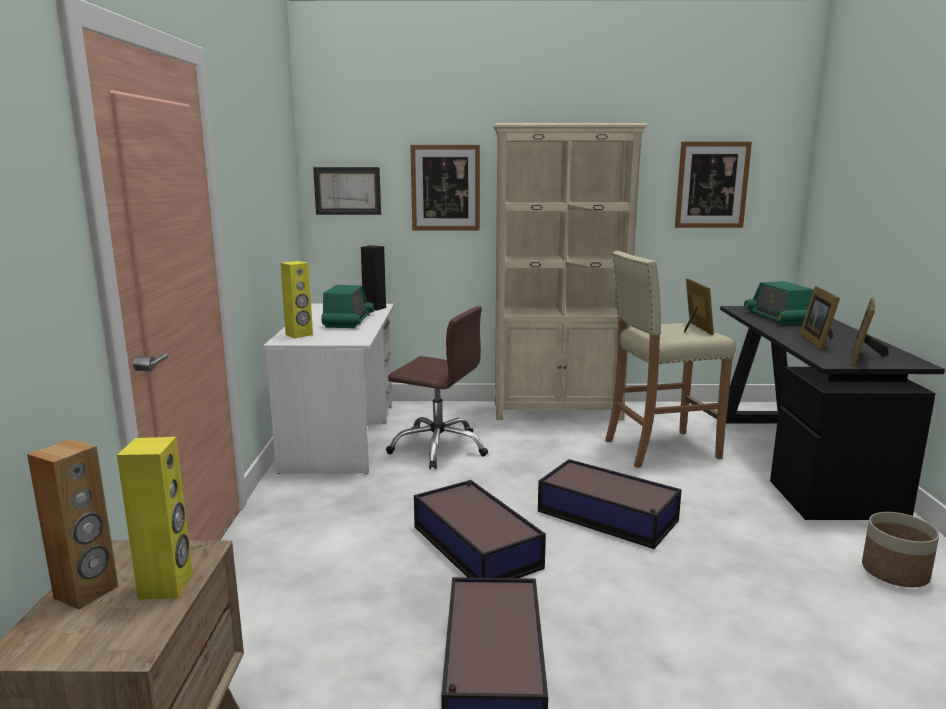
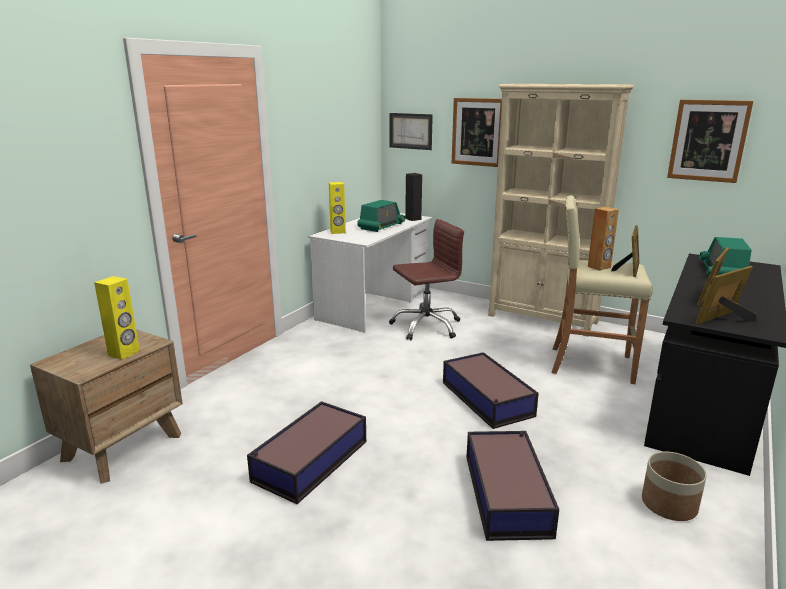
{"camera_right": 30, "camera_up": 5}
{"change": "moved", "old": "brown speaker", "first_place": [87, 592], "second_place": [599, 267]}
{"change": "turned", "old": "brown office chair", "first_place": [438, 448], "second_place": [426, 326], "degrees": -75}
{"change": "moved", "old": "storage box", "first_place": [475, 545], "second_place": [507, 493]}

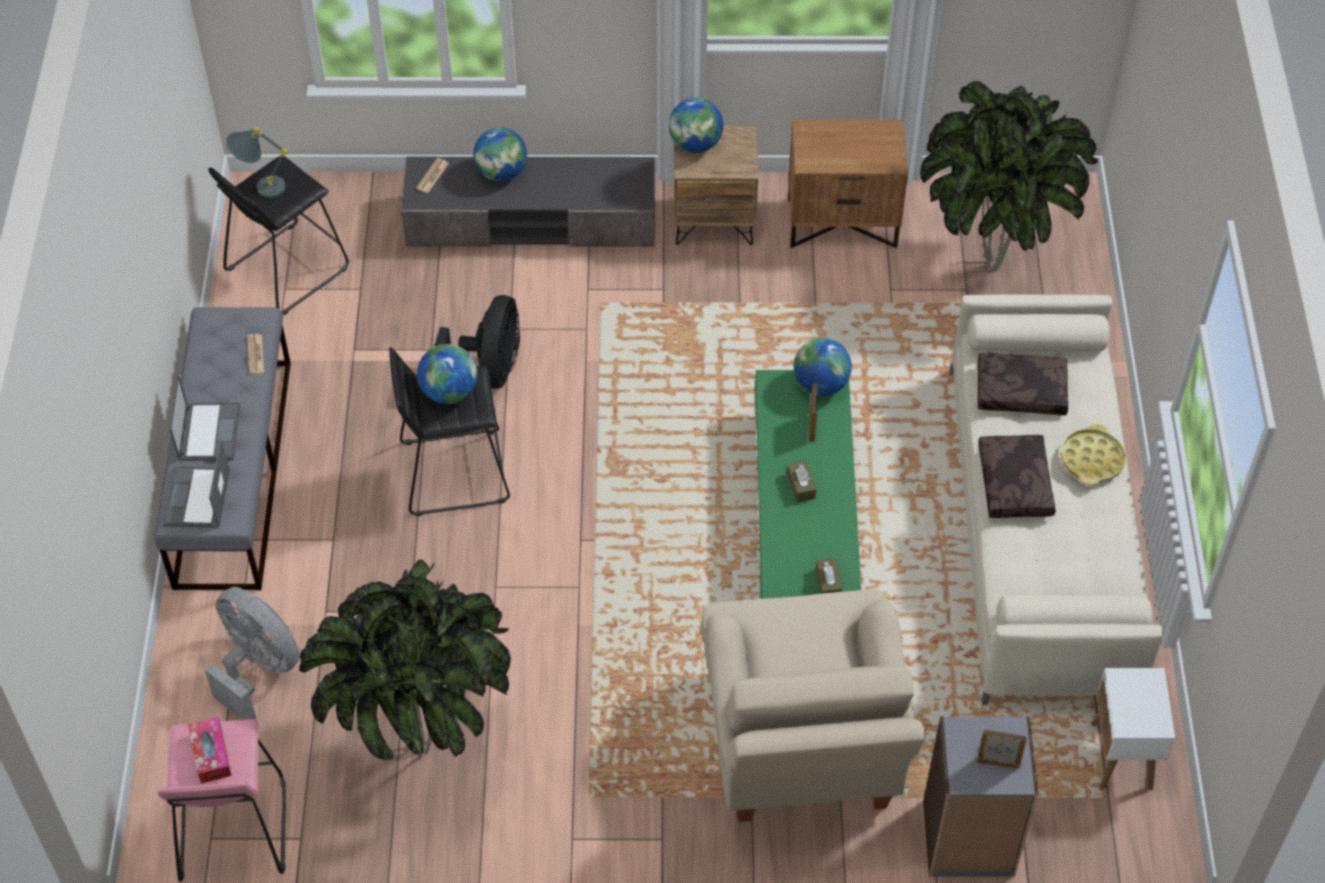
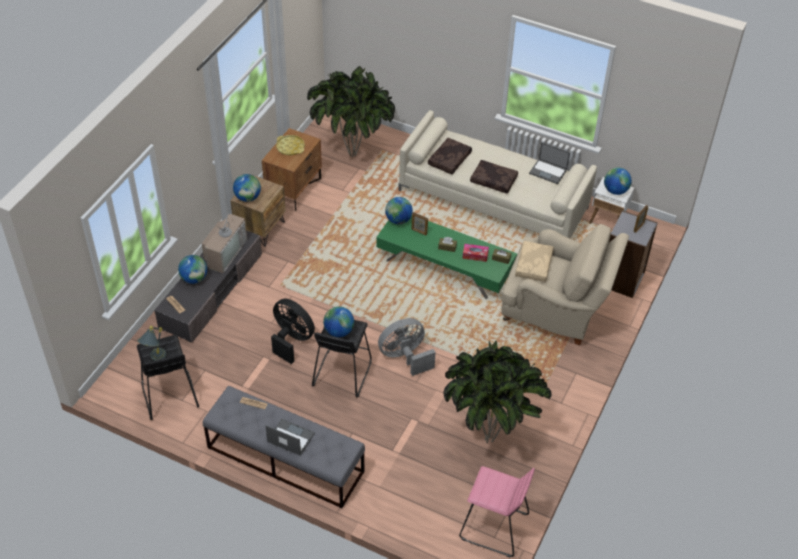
{"camera_right": -65, "camera_up": -5}
{"change": "moved", "old": "laptop", "first_place": [197, 498], "second_place": [548, 171]}
{"change": "moved", "old": "tissue box", "first_place": [211, 754], "second_place": [475, 255]}
{"change": "moved", "old": "grey fan", "first_place": [258, 668], "second_place": [405, 357]}
{"change": "moved", "old": "yellow tray", "first_place": [1092, 459], "second_place": [290, 147]}
{"change": "added", "new": "television", "second_place": [224, 252]}
{"change": "added", "new": "beige pillow", "second_place": [534, 265]}
{"change": "added", "new": "globe", "second_place": [615, 191]}

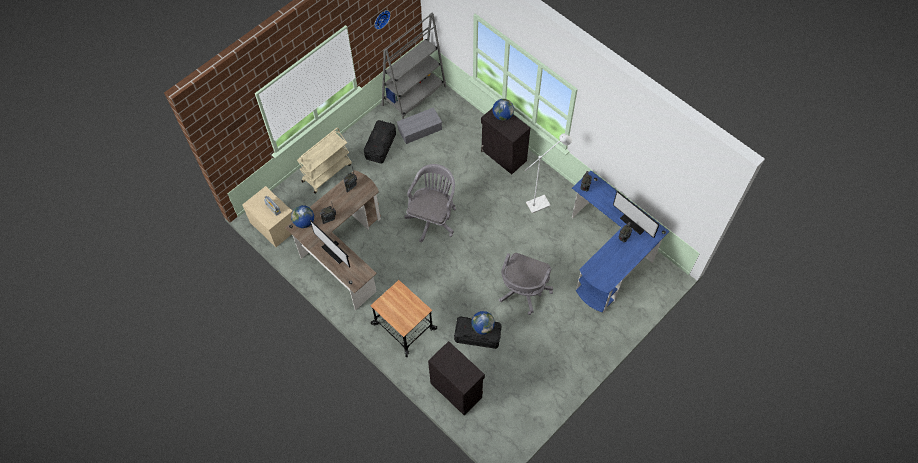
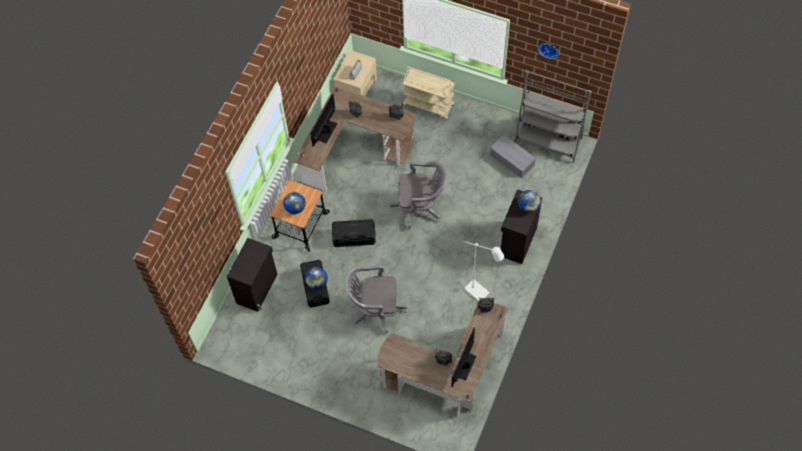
{"camera_right": 70, "camera_up": 0}
{"change": "moved", "old": "globe", "first_place": [304, 222], "second_place": [295, 208]}
{"change": "moved", "old": "black storage box", "first_place": [380, 146], "second_place": [354, 237]}
{"change": "recoloured", "old": "blue desk", "new": "brown desk", "first_place": [610, 256], "second_place": [447, 374]}

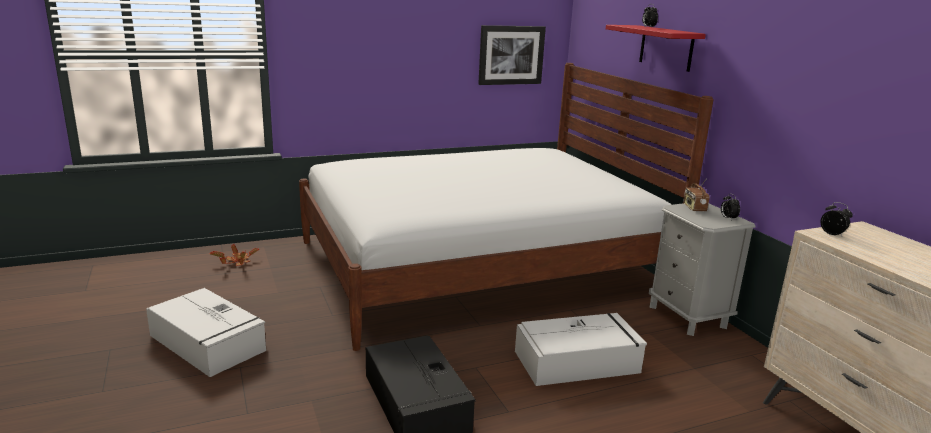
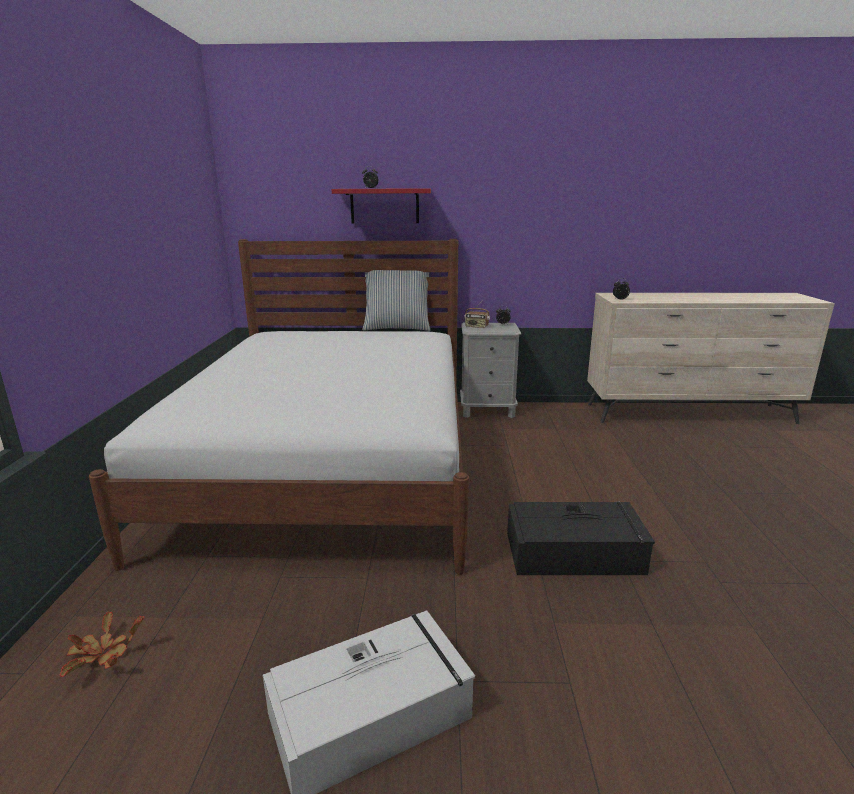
{"camera_right": -65, "camera_up": 0}
{"change": "removed", "old": "picture", "first_place": [511, 55]}
{"change": "removed", "old": "grey storage box", "first_place": [578, 361]}
{"change": "added", "new": "pillow", "second_place": [397, 328]}

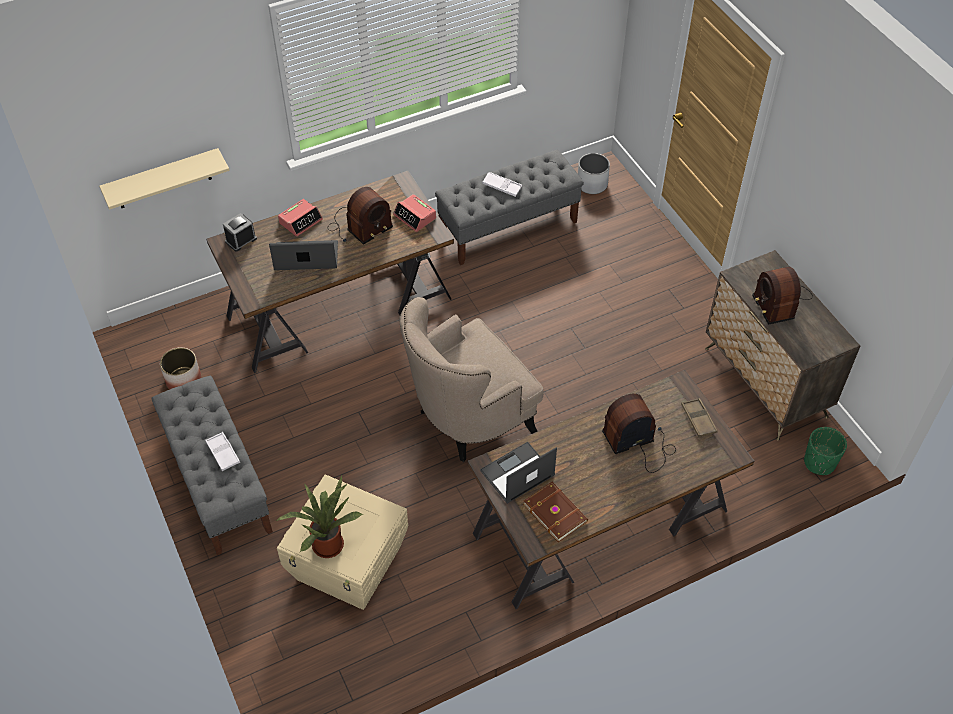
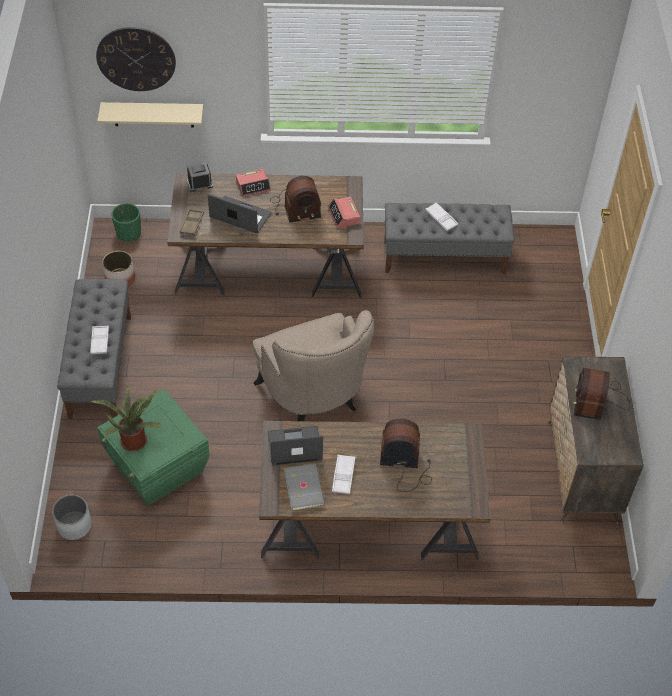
{"camera_right": 25, "camera_up": 0}
{"change": "recoloured", "old": "beige storage box", "new": "green storage box", "first_place": [349, 564], "second_place": [157, 468]}
{"change": "turned", "old": "beige armchair", "first_place": [468, 420], "second_place": [314, 398], "degrees": -105}
{"change": "recoloured", "old": "brown book", "new": "grey book", "first_place": [555, 512], "second_place": [304, 488]}
{"change": "moved", "old": "white planter", "first_place": [591, 184], "second_place": [74, 525]}
{"change": "moved", "old": "brown tray", "first_place": [698, 419], "second_place": [192, 224]}
{"change": "moved", "old": "green planter", "first_place": [819, 462], "second_place": [128, 233]}
{"change": "added", "new": "wall clock", "second_place": [136, 59]}
{"change": "added", "new": "white tray", "second_place": [343, 476]}

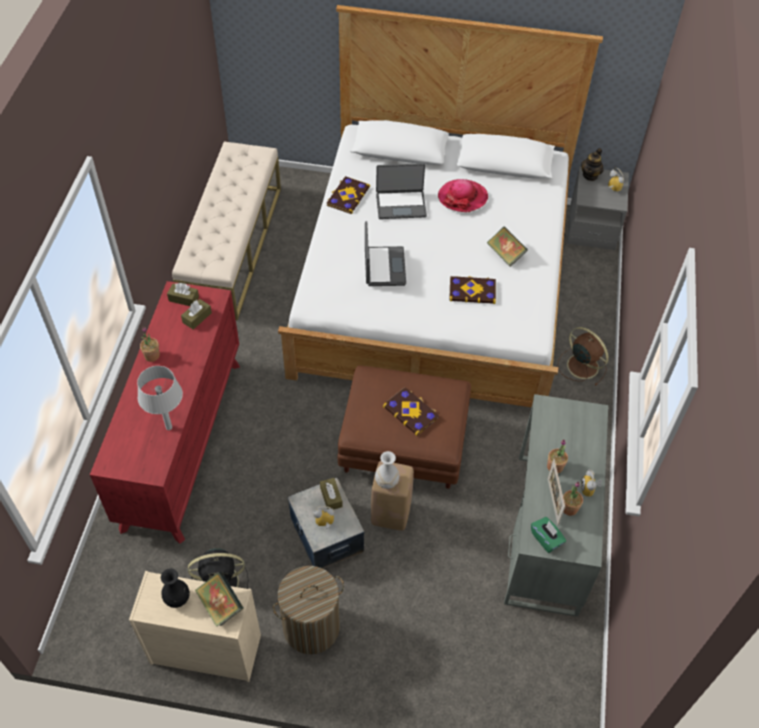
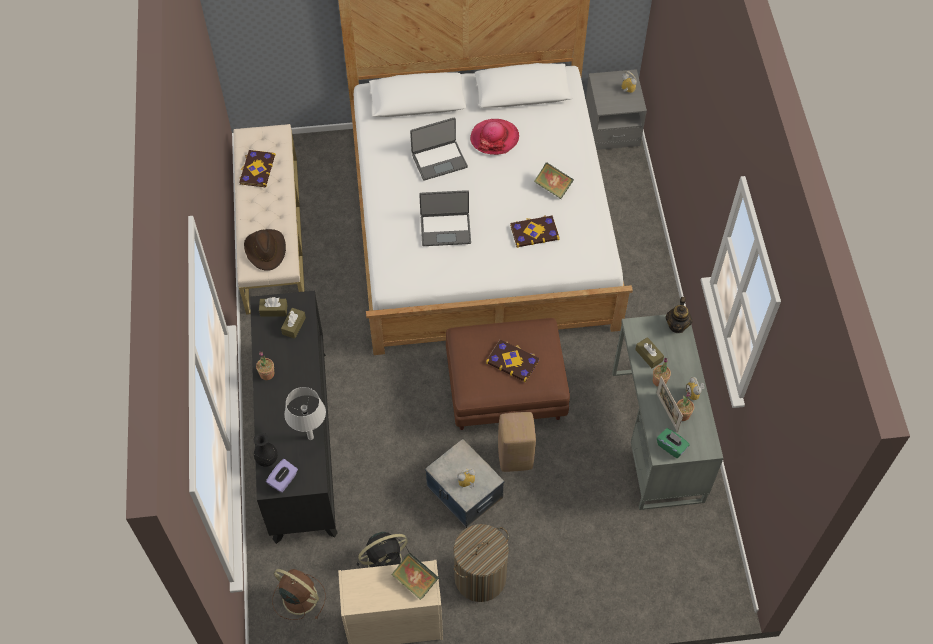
{"camera_right": -15, "camera_up": 5}
{"change": "recoloured", "old": "red dresser", "new": "black dresser", "first_place": [182, 442], "second_place": [299, 442]}
{"change": "moved", "old": "black vase", "first_place": [177, 599], "second_place": [267, 459]}
{"change": "moved", "old": "brown tissue box", "first_place": [331, 497], "second_place": [648, 355]}
{"change": "moved", "old": "book", "first_place": [347, 196], "second_place": [257, 169]}
{"change": "turned", "old": "laptop", "first_place": [383, 267], "second_place": [445, 229], "degrees": 105}
{"change": "removed", "old": "white vase", "first_place": [386, 482]}
{"change": "moved", "old": "brown fan", "first_place": [581, 365], "second_place": [298, 597]}
{"change": "moved", "old": "teapot", "first_place": [590, 175], "second_place": [677, 325]}
{"change": "added", "new": "brown hat", "second_place": [266, 250]}
{"change": "added", "new": "purple tissue box", "second_place": [283, 480]}

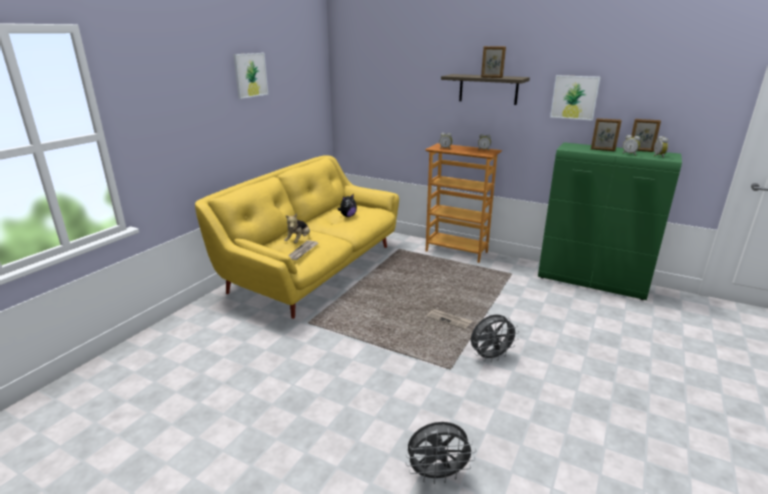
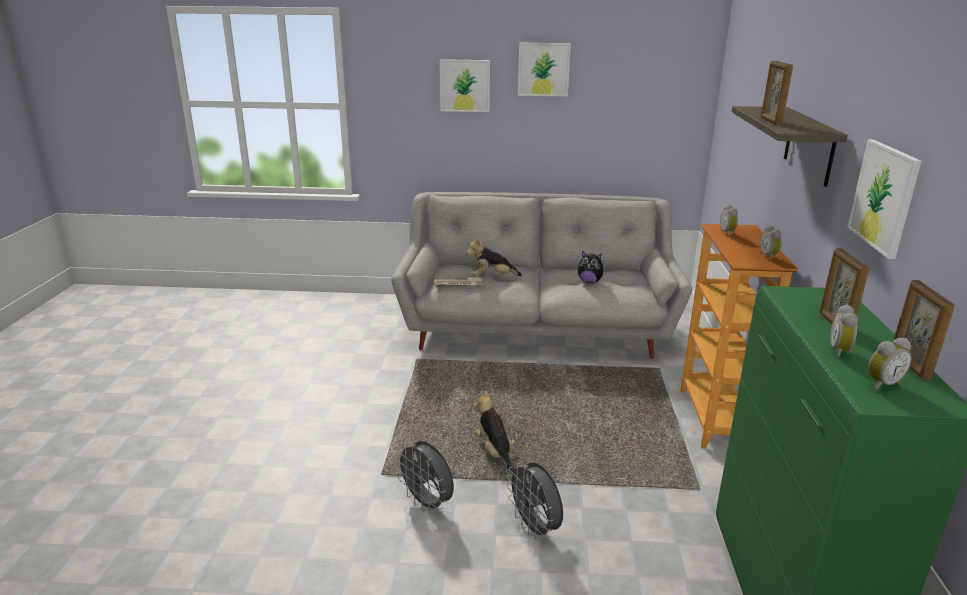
{"camera_right": 65, "camera_up": 0}
{"change": "recoloured", "old": "yellow sofa", "new": "grey sofa", "first_place": [314, 268], "second_place": [536, 329]}
{"change": "moved", "old": "grey fan", "first_place": [437, 475], "second_place": [535, 528]}
{"change": "replaced", "old": "newspaper", "new": "plush toy", "first_place": [449, 320], "second_place": [495, 452]}
{"change": "added", "new": "picture", "second_place": [465, 85]}

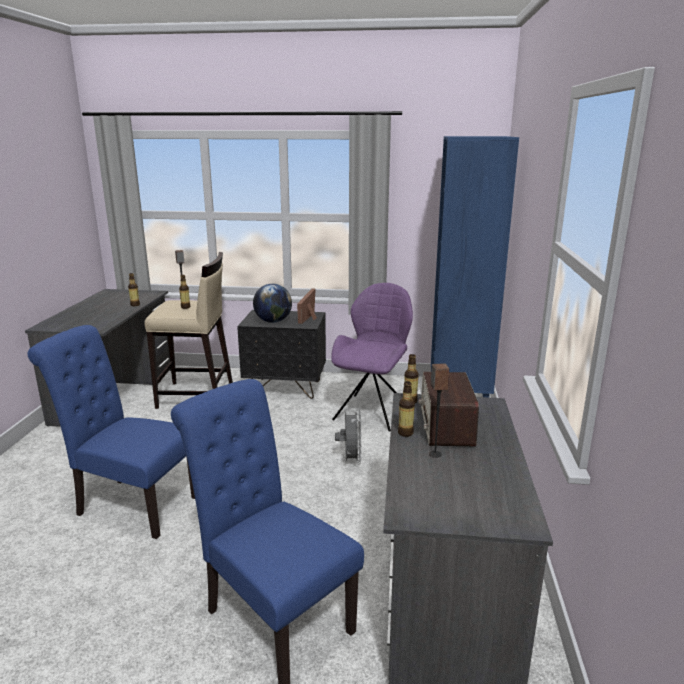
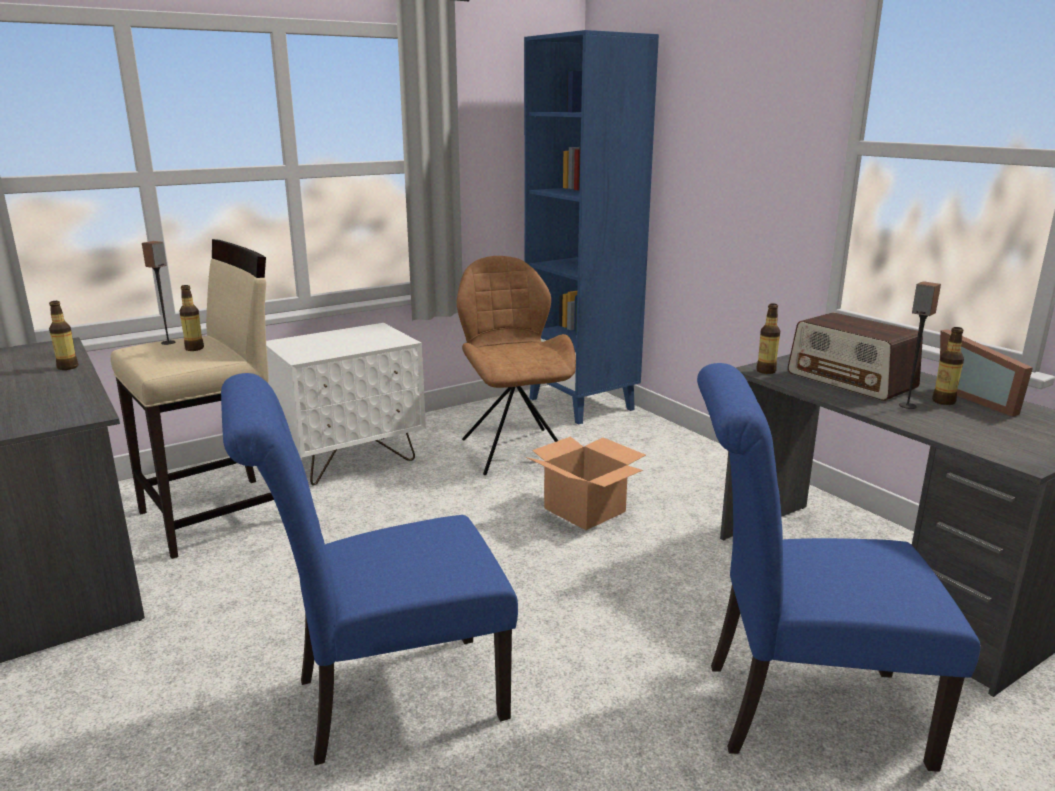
{"camera_right": -40, "camera_up": 0}
{"change": "recoloured", "old": "black nightstand", "new": "white nightstand", "first_place": [285, 388], "second_place": [351, 460]}
{"change": "removed", "old": "globe", "first_place": [273, 321]}
{"change": "moved", "old": "picture frame", "first_place": [310, 318], "second_place": [980, 398]}
{"change": "recoloured", "old": "purple chair", "new": "brown chair", "first_place": [372, 411], "second_place": [514, 449]}
{"change": "replaced", "old": "grey fan", "new": "cardboard box", "first_place": [350, 460], "second_place": [583, 510]}
{"change": "moved", "old": "bottle", "first_place": [405, 433], "second_place": [943, 401]}

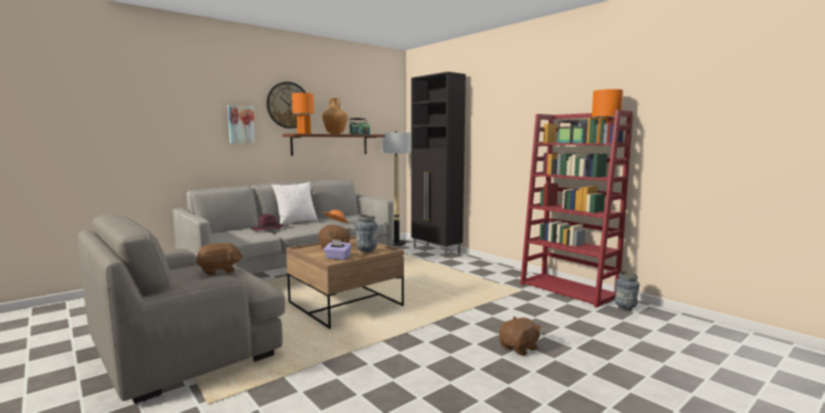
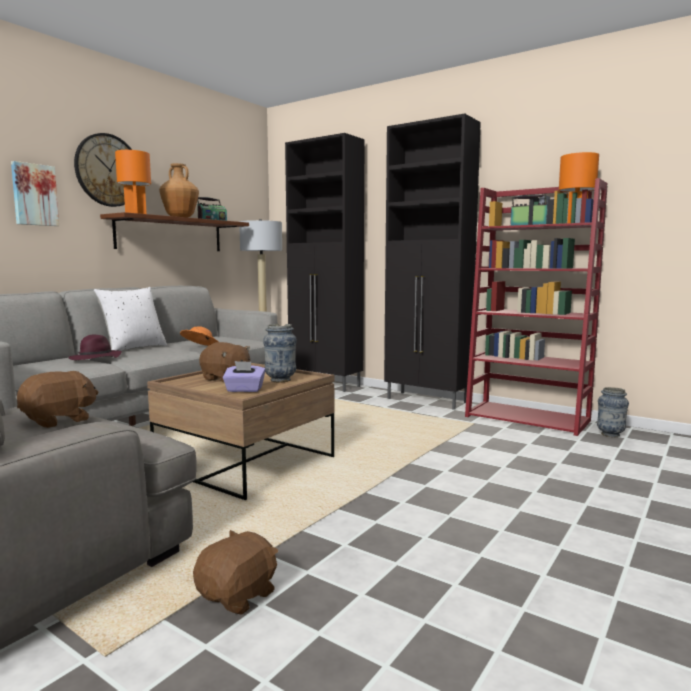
{"camera_right": -15, "camera_up": 0}
{"change": "moved", "old": "brown plush toy", "first_place": [519, 348], "second_place": [238, 596]}
{"change": "added", "new": "black cabinet", "second_place": [427, 401]}

